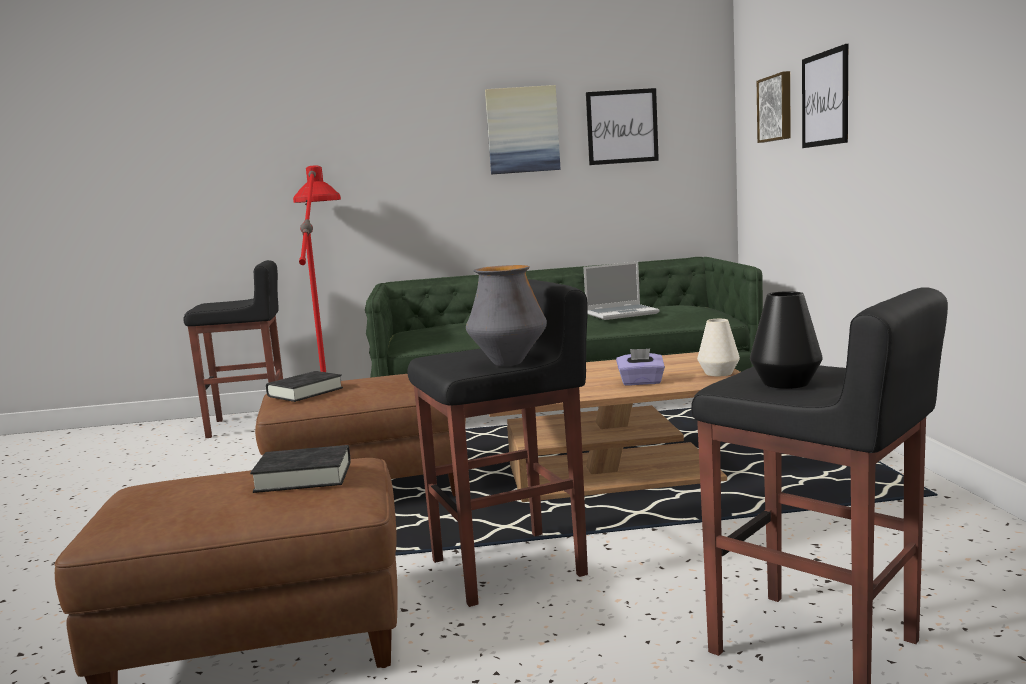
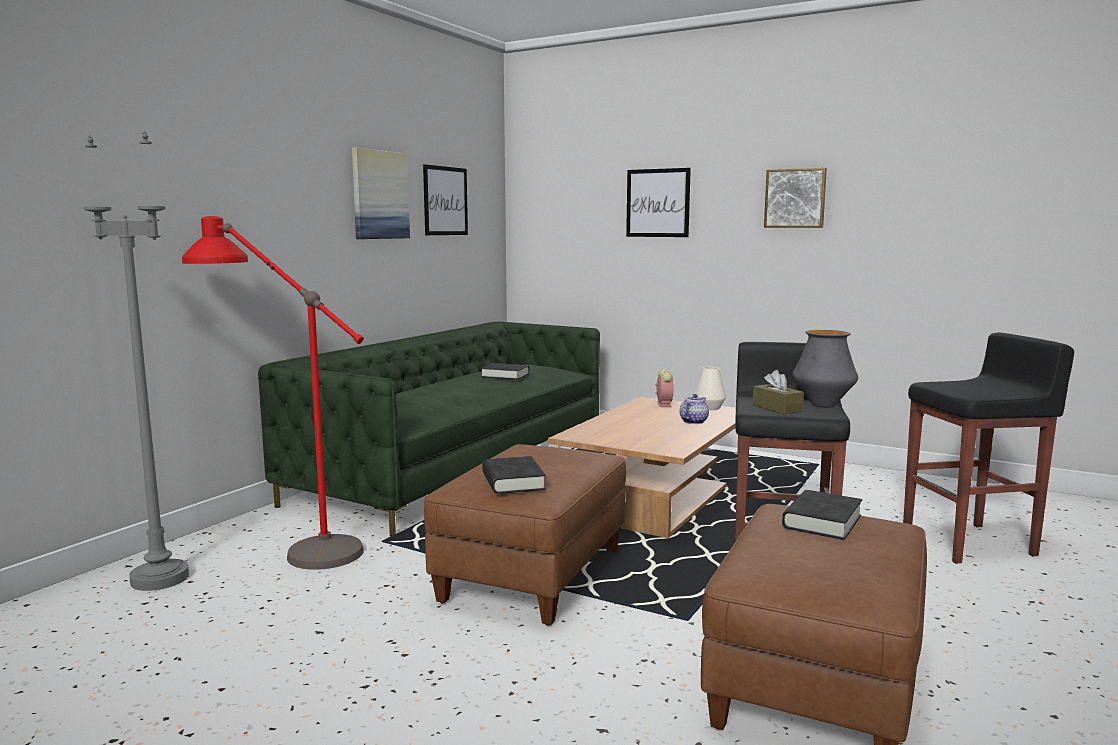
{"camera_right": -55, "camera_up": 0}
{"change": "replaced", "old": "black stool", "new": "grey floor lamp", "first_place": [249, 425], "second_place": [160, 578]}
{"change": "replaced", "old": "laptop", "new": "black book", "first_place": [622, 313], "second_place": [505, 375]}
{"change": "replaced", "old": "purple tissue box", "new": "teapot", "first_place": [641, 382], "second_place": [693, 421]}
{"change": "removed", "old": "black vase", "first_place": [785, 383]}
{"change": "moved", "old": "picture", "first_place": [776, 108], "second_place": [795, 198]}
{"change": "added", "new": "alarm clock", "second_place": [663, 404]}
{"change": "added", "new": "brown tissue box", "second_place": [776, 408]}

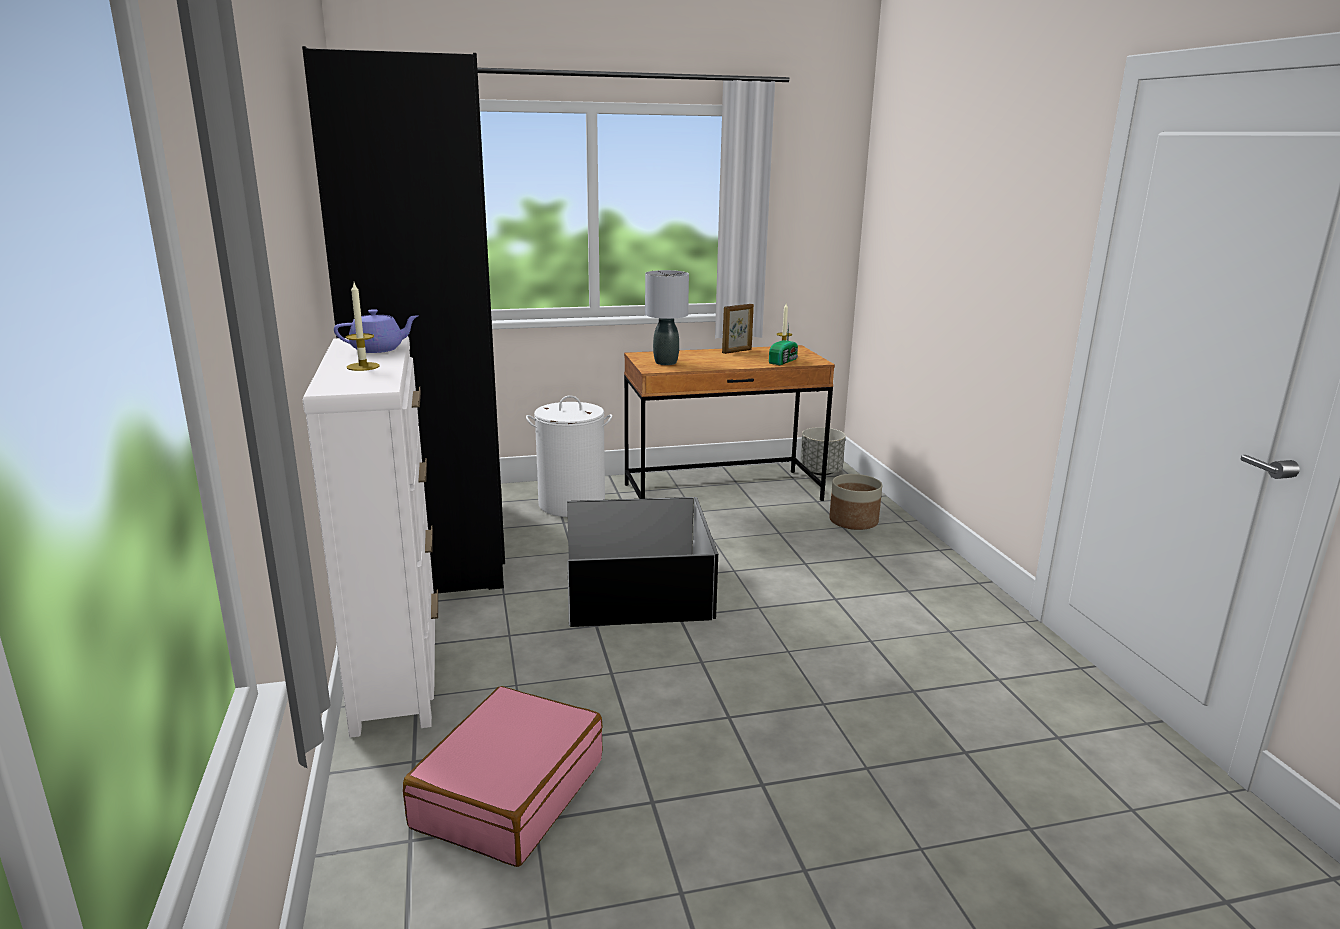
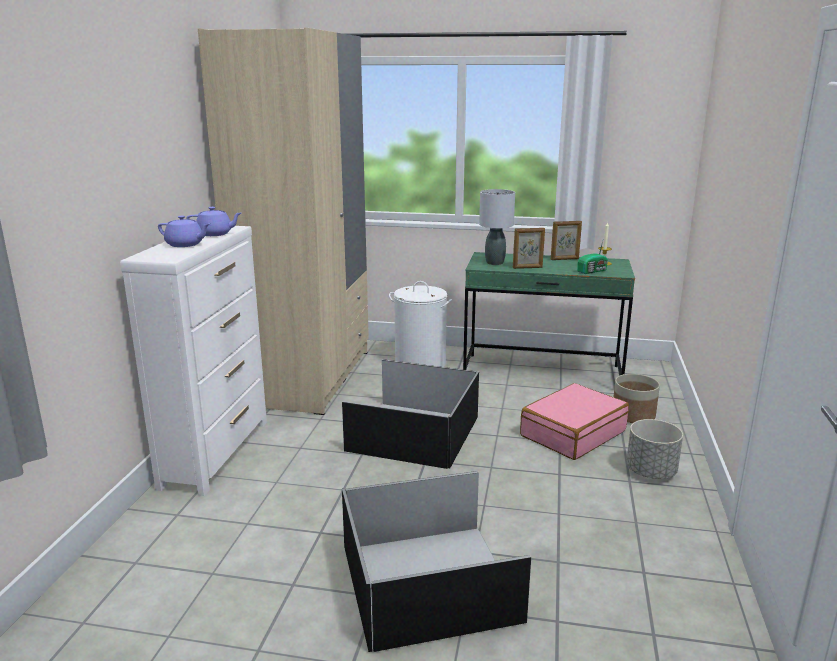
{"camera_right": 25, "camera_up": 0}
{"change": "recoloured", "old": "black wardrobe", "new": "beige wardrobe", "first_place": [438, 545], "second_place": [308, 377]}
{"change": "replaced", "old": "candle", "new": "purple teapot", "first_place": [363, 366], "second_place": [185, 244]}
{"change": "moved", "old": "pink suitcase", "first_place": [508, 793], "second_place": [572, 433]}
{"change": "recoloured", "old": "brown desk", "new": "green desk", "first_place": [722, 492], "second_place": [542, 373]}
{"change": "moved", "old": "grey planter", "first_place": [820, 472], "second_place": [650, 472]}
{"change": "added", "new": "black storage box", "second_place": [430, 584]}
{"change": "added", "new": "picture frame", "second_place": [527, 268]}

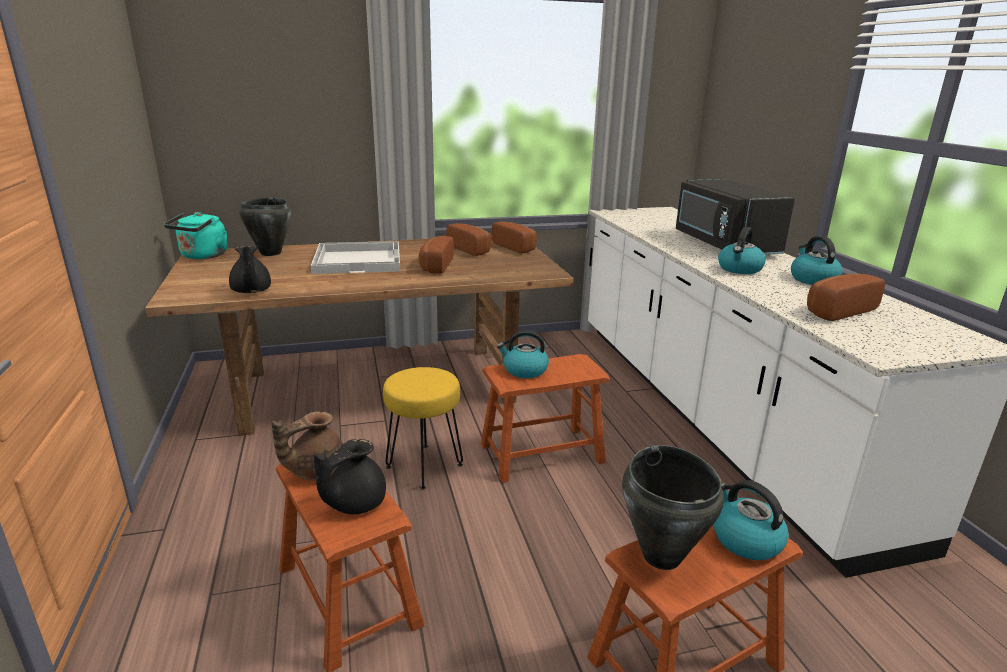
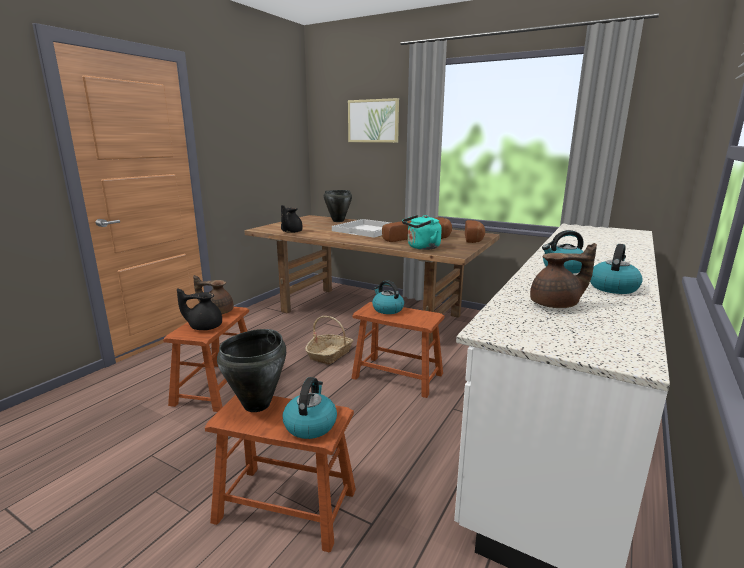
{"camera_right": 45, "camera_up": -5}
{"change": "moved", "old": "turquoise kettle", "first_place": [202, 256], "second_place": [421, 247]}
{"change": "replaced", "old": "yellow stool", "new": "basket", "first_place": [424, 465], "second_place": [330, 354]}
{"change": "removed", "old": "black microwave", "first_place": [722, 244]}
{"change": "replaced", "old": "bread", "new": "brown teapot", "first_place": [836, 310], "second_place": [556, 305]}
{"change": "added", "new": "picture", "second_place": [373, 121]}

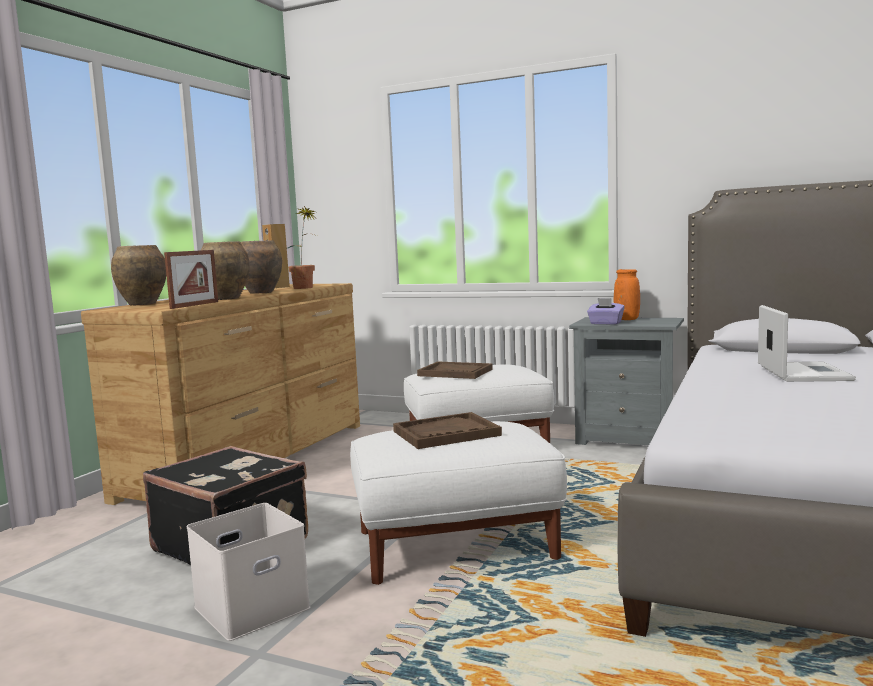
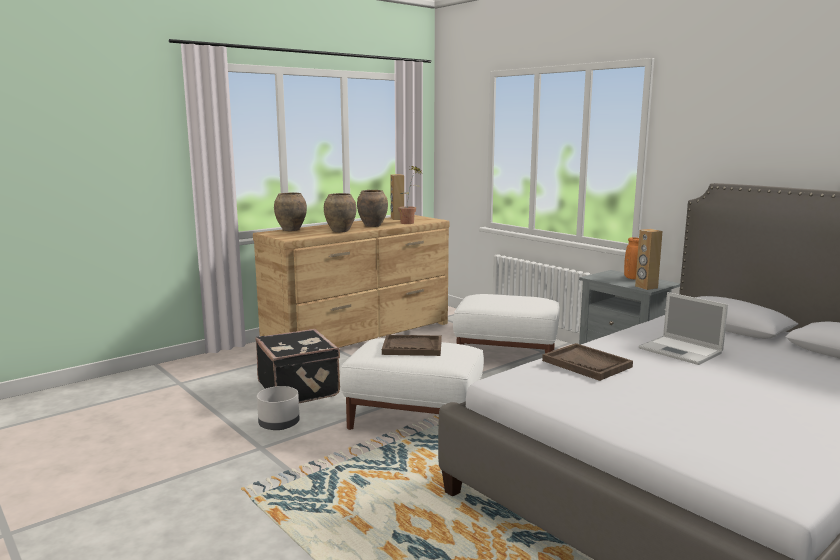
{"camera_right": 25, "camera_up": 5}
{"change": "removed", "old": "picture frame", "first_place": [195, 305]}
{"change": "replaced", "old": "white storage box", "new": "grey planter", "first_place": [253, 606], "second_place": [279, 424]}
{"change": "moved", "old": "brown tray", "first_place": [455, 372], "second_place": [587, 364]}
{"change": "removed", "old": "purple tissue box", "first_place": [605, 323]}
{"change": "turned", "old": "laptop", "first_place": [802, 372], "second_place": [682, 351], "degrees": 105}
{"change": "added", "new": "brown speaker", "second_place": [646, 287]}

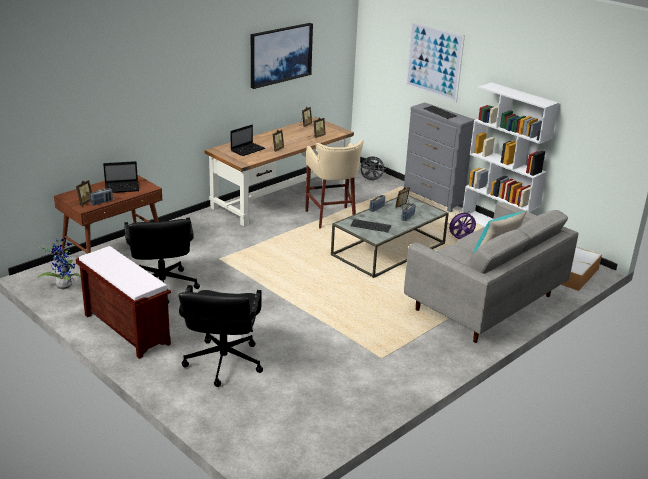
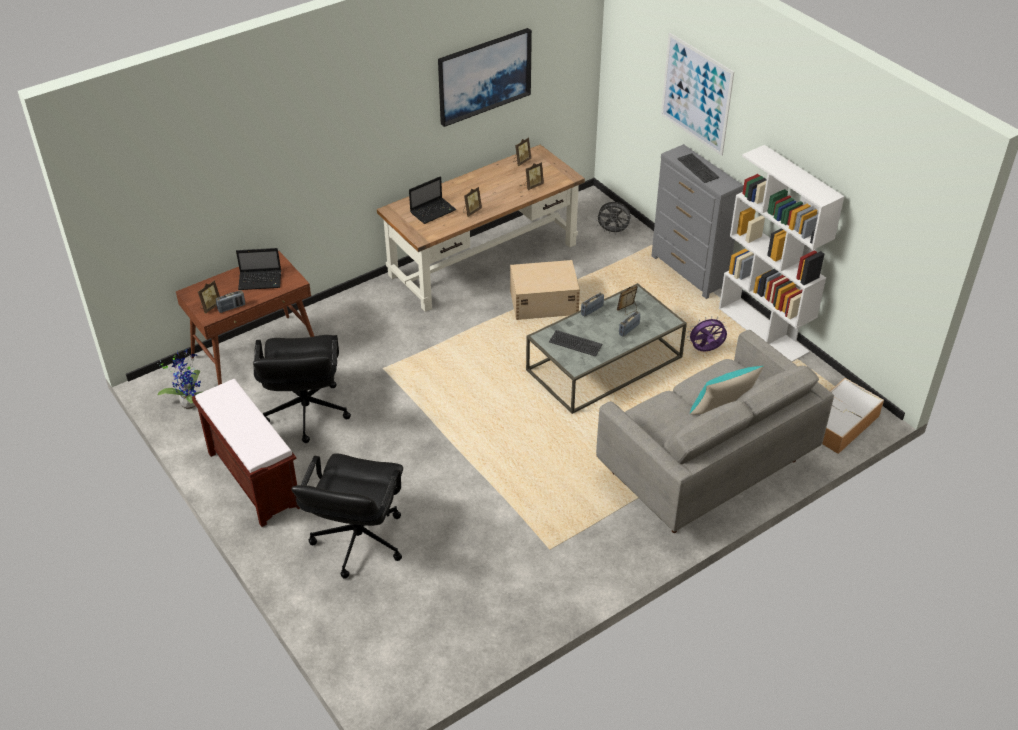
{"camera_right": 10, "camera_up": 15}
{"change": "replaced", "old": "beige stool", "new": "beige storage box", "first_place": [332, 218], "second_place": [543, 302]}

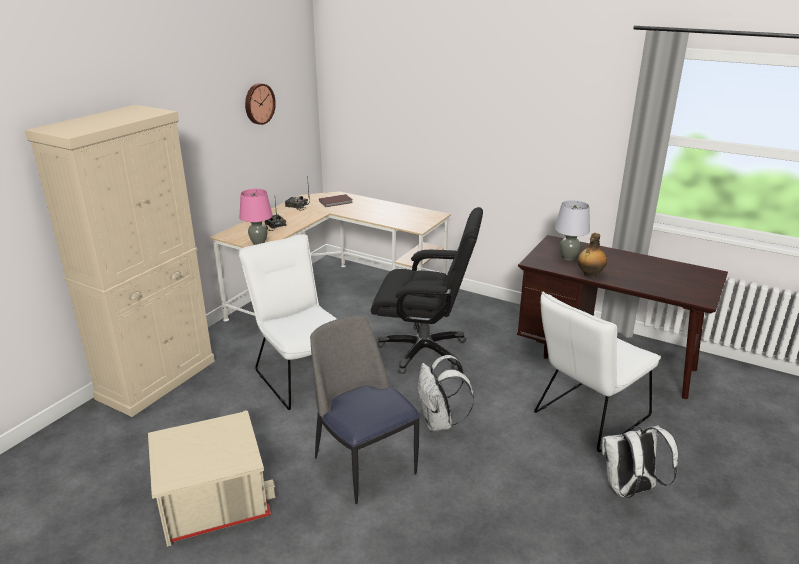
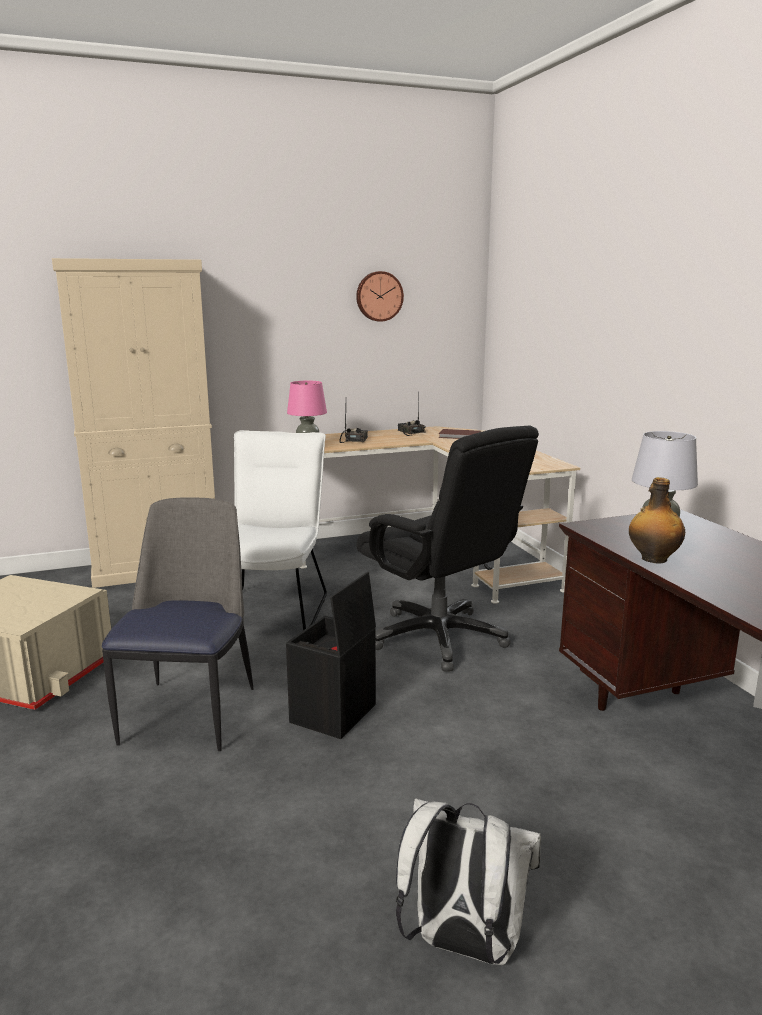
{"camera_right": 40, "camera_up": -10}
{"change": "replaced", "old": "white backpack", "new": "black storage box", "first_place": [439, 423], "second_place": [333, 714]}
{"change": "removed", "old": "white chair", "first_place": [586, 417]}

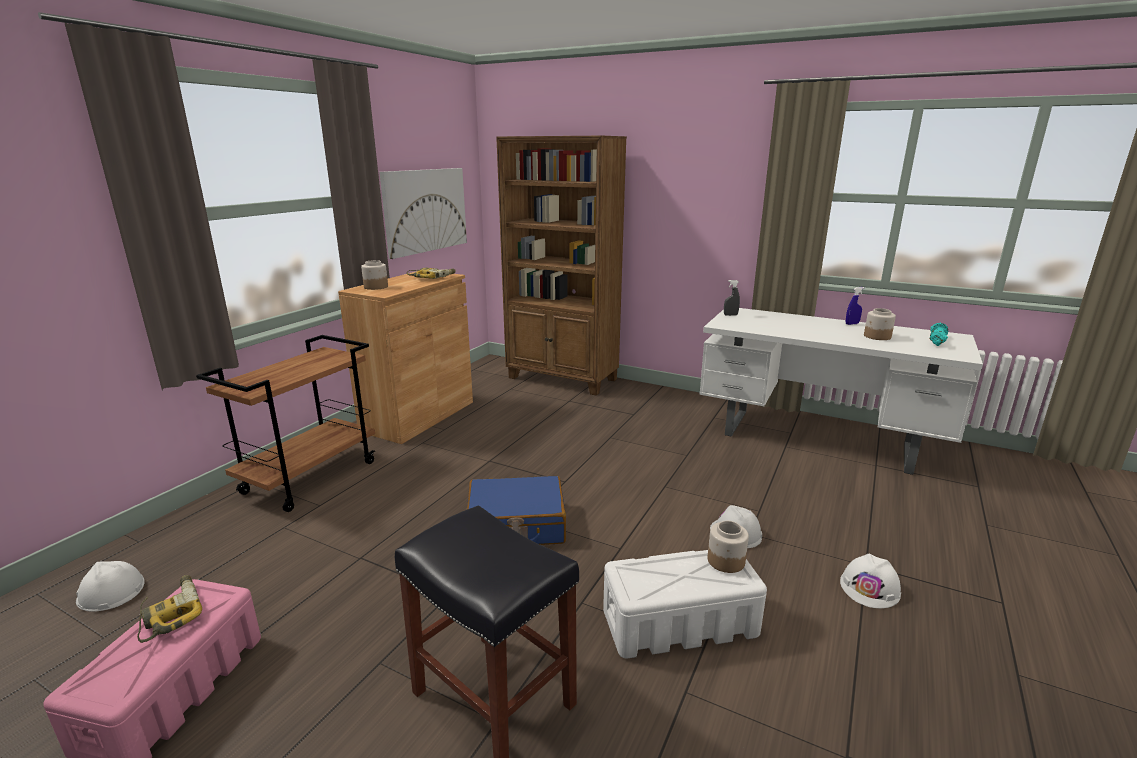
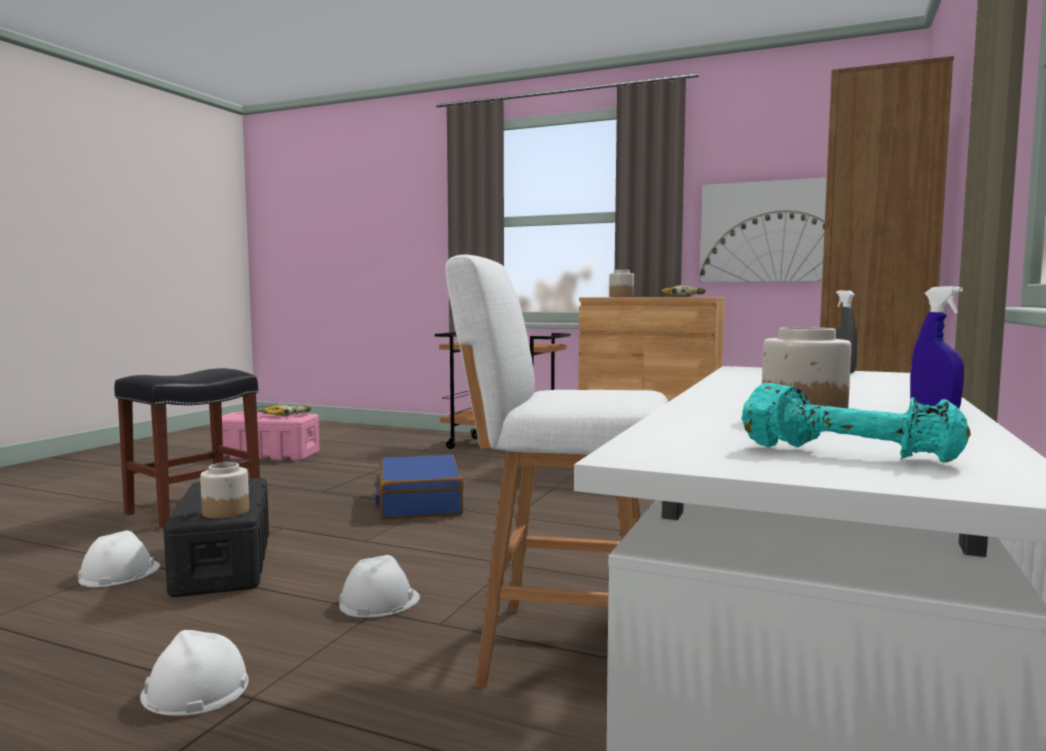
{"camera_right": 85, "camera_up": -15}
{"change": "moved", "old": "white hard hat", "first_place": [111, 592], "second_place": [119, 573]}
{"change": "recoloured", "old": "white storage box", "new": "black storage box", "first_place": [678, 623], "second_place": [224, 562]}
{"change": "added", "new": "white stool", "second_place": [562, 648]}

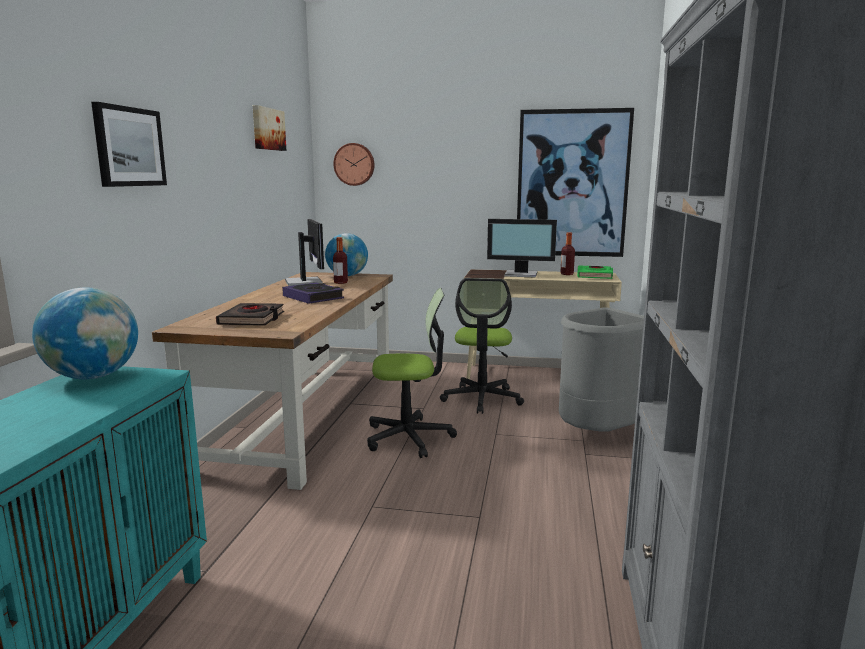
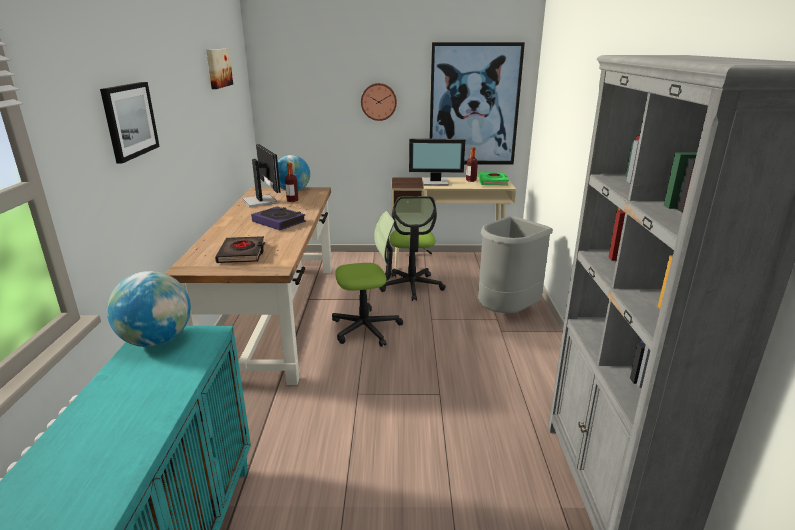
{"camera_right": -10, "camera_up": 10}
{"change": "moved", "old": "wall clock", "first_place": [354, 164], "second_place": [378, 101]}

